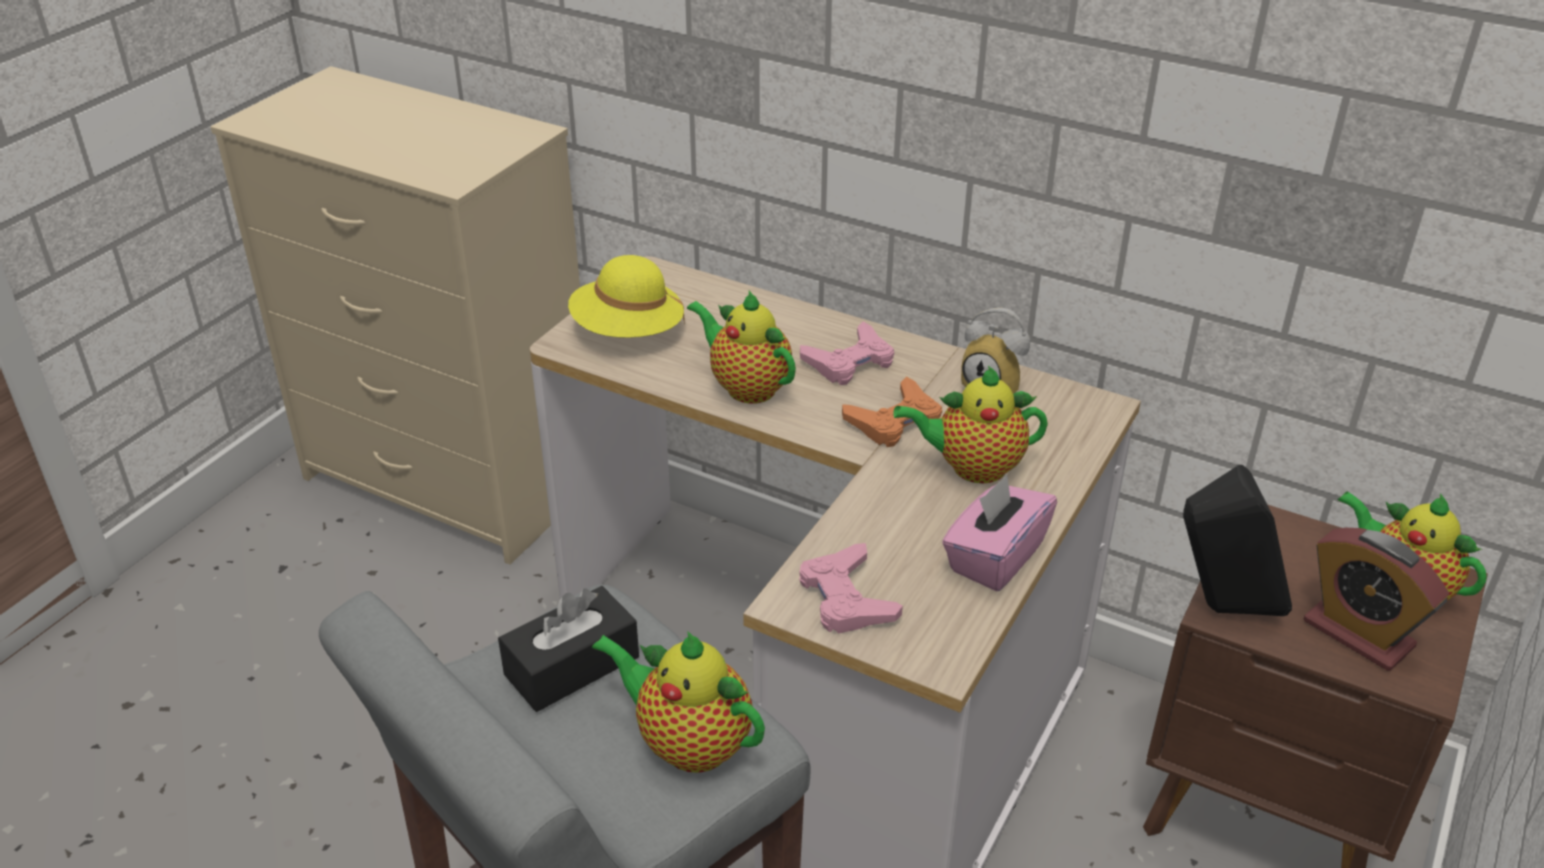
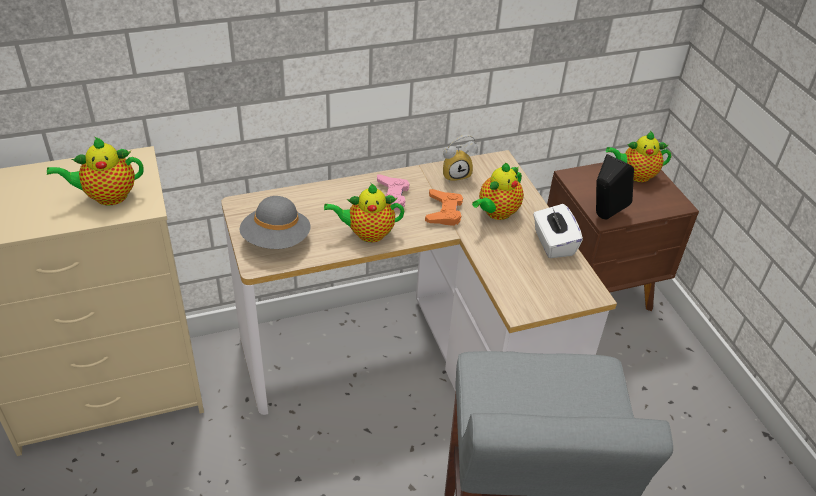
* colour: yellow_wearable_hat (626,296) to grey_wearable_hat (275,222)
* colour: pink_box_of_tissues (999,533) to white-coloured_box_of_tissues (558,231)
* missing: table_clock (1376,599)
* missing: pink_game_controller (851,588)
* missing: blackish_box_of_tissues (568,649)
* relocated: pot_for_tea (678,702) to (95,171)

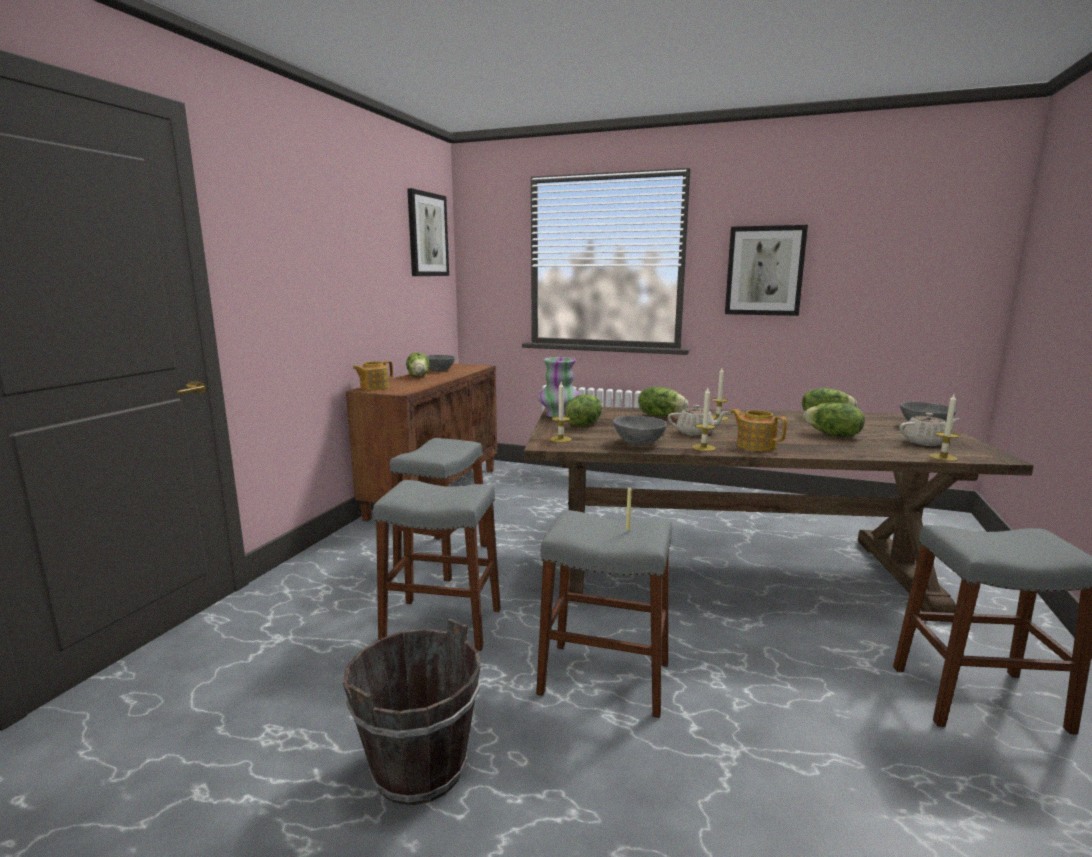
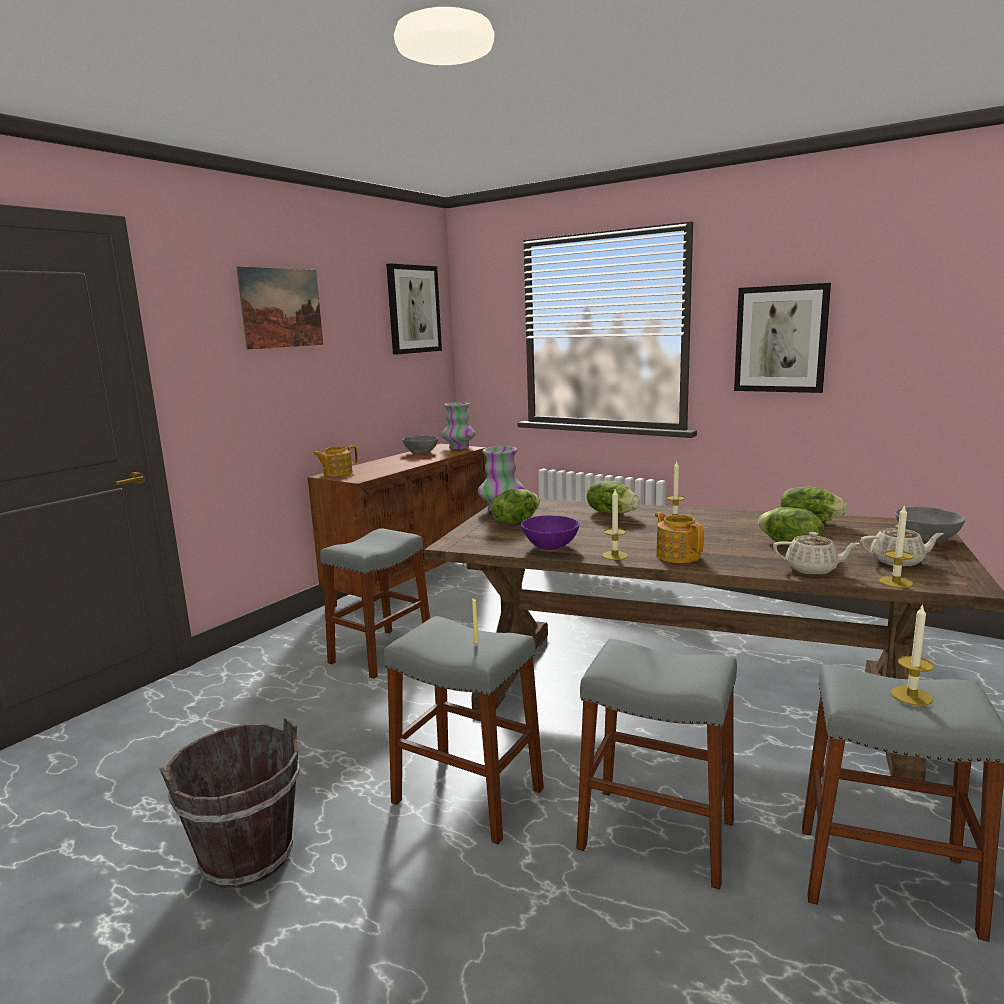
* missing: head_of_lettuce (418,365)
* relocated: candle (561,412) to (912,655)
* relocated: beige-coloured_pot_for_tea (698,420) to (816,553)
* colour: grey_deep_dish (640,431) to purple-coloured_deep_dish (550,532)
* relocated: grey_sitting_stool (437,565) to (656,764)
* appeared: wall_art (279,308)
* appeared: decorative_vase (458,425)

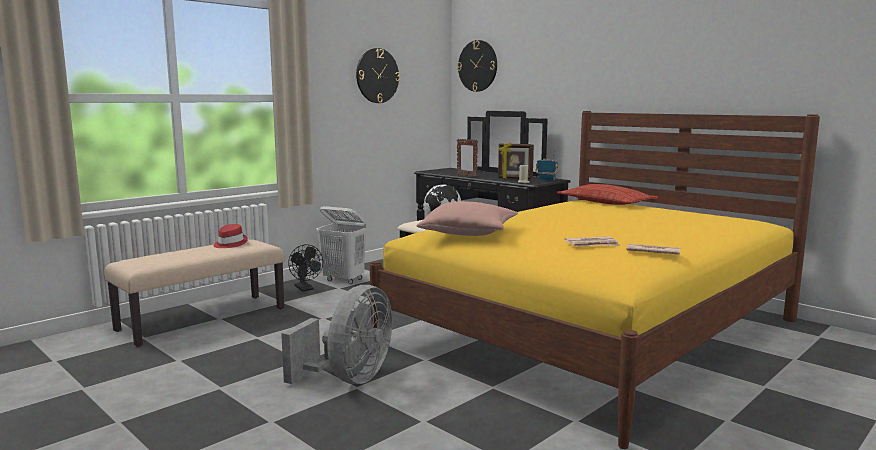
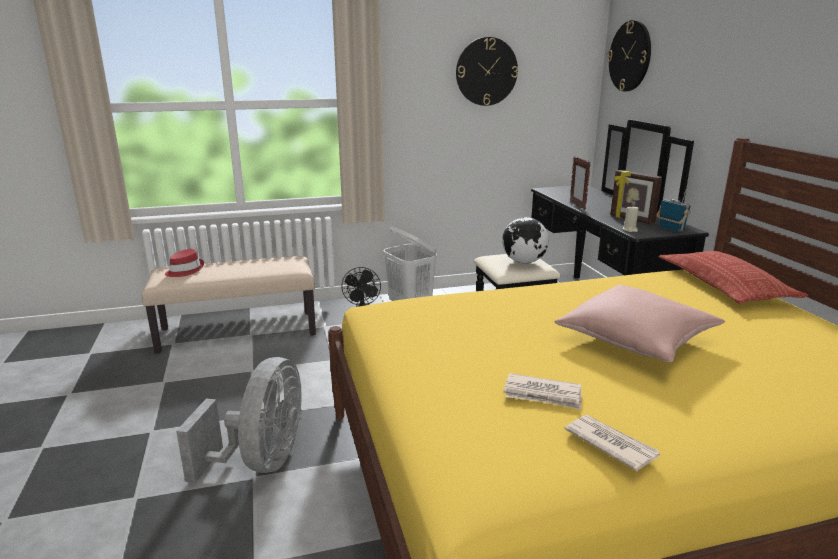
* relocated: pink_cushion (467,218) to (640,324)
* relocated: red-coloured_wearable_hat (231,236) to (184,263)
* spun: grey_cooling_fan (336,334) = (239,420) 45 degrees counterclockwise

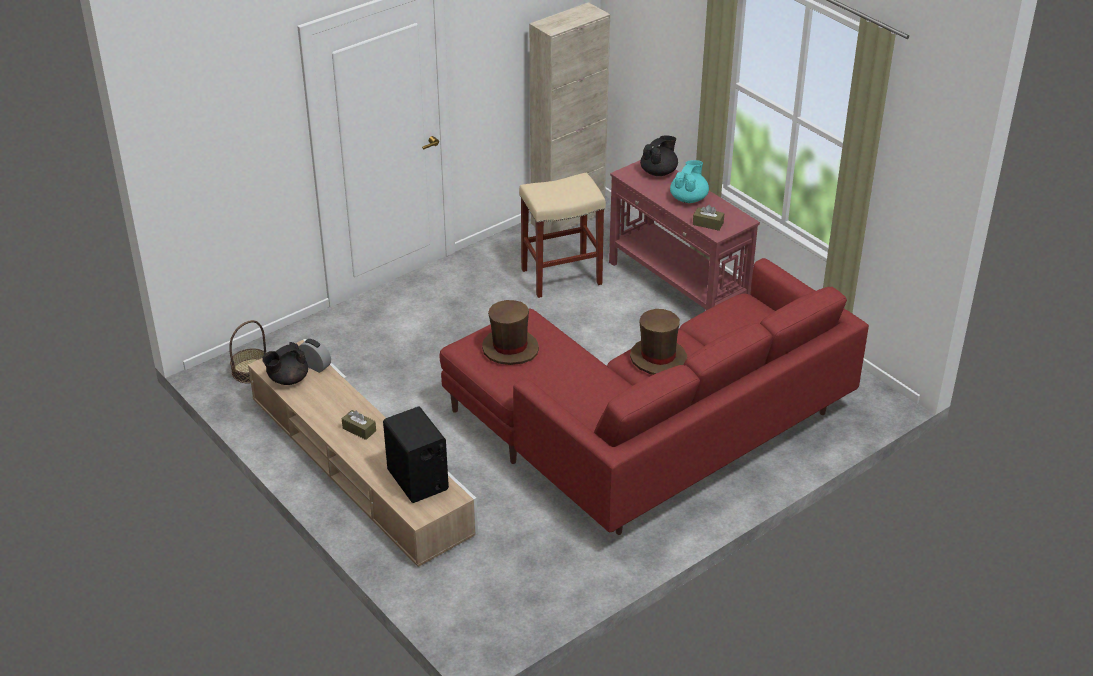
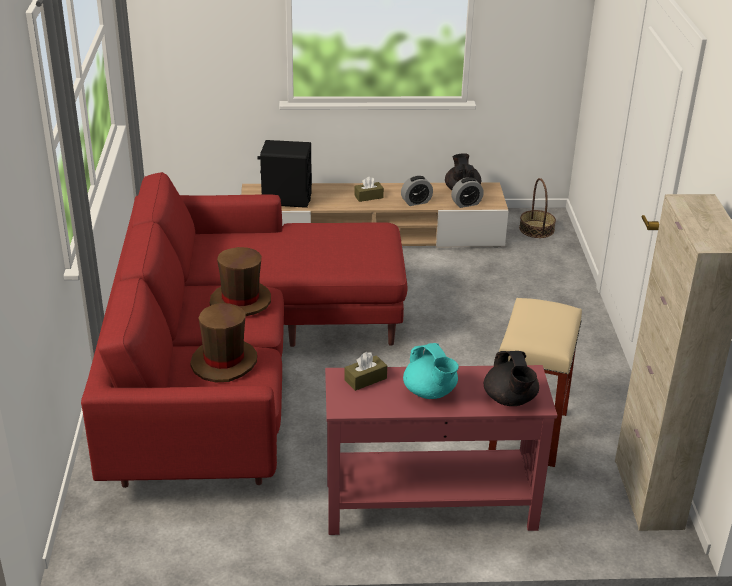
* relocated: brown-coloured_wearable_hat (510,332) to (223,342)
* appeared: table_clock (417,191)

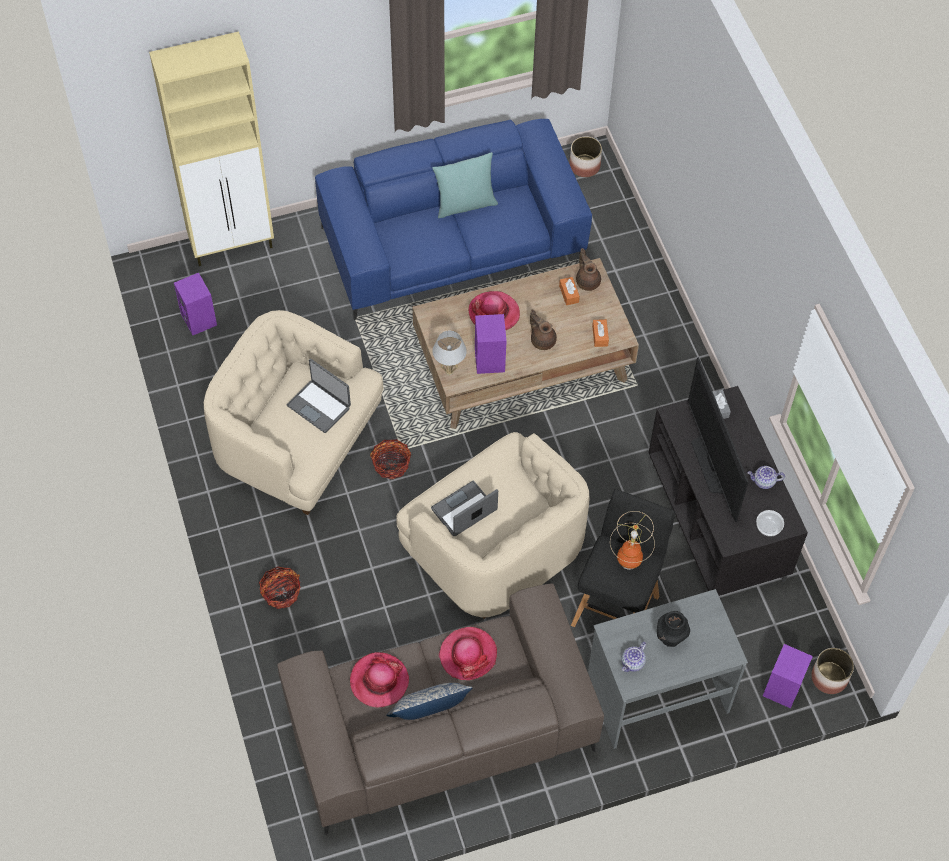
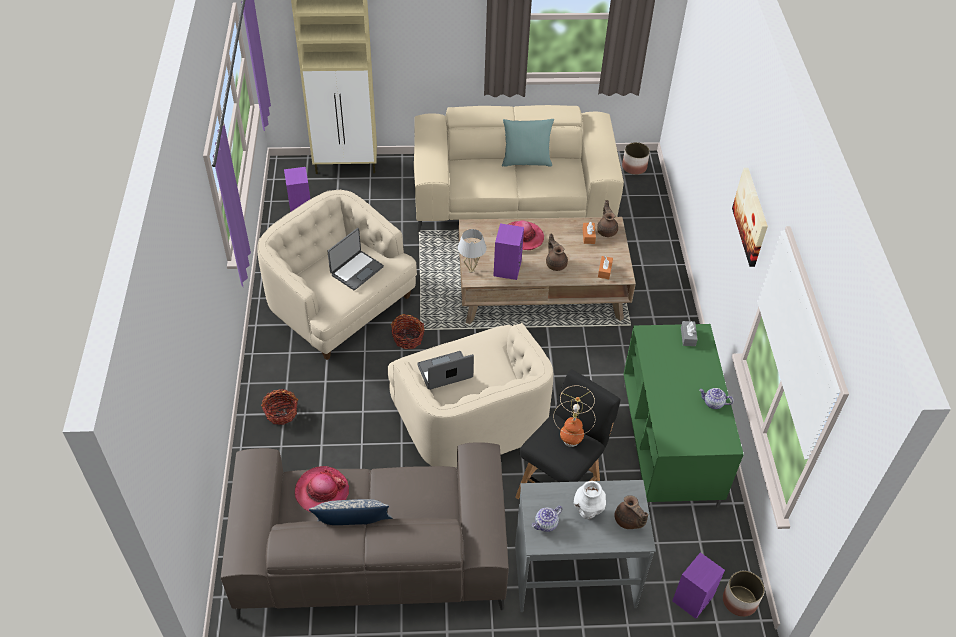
* colour: blue-coloured_settee (453,219) to beige-coloured_settee (519,169)
* missing: TV_set (718,439)
* spun: portable_computer (319,395) = (355,259) 105 degrees counterclockwise
* colour: blackish_media_console (728,491) to greenish_media_console (684,416)
* missing: deep_dish (770,523)
* colour: blackish_decorative_vase (673,629) to white-coloured_decorative_vase (590,500)
* missing: wearable_hat (468,653)
* appeared: wall_art (750,217)
* appeared: brown-coloured_pot_for_tea (632,512)

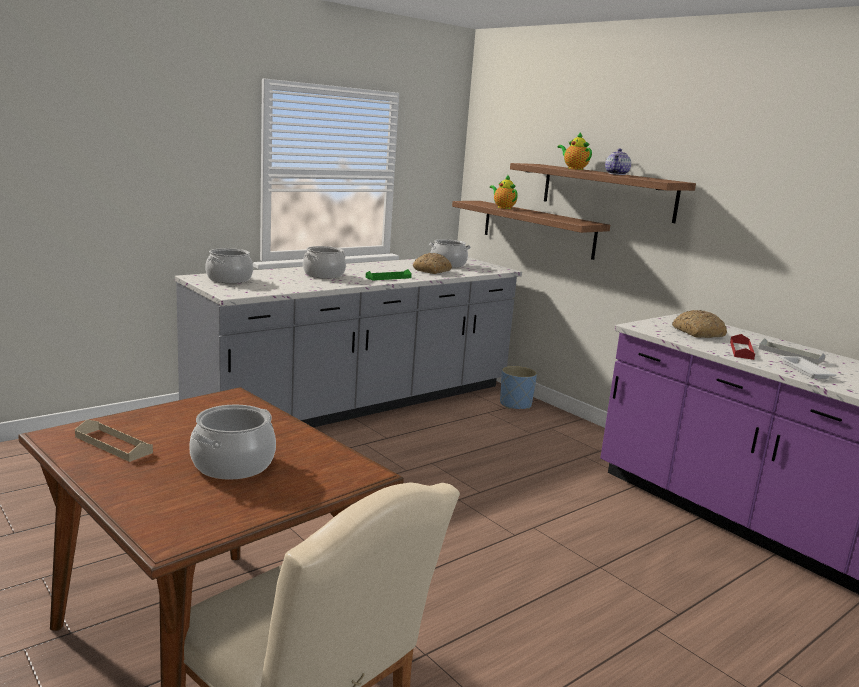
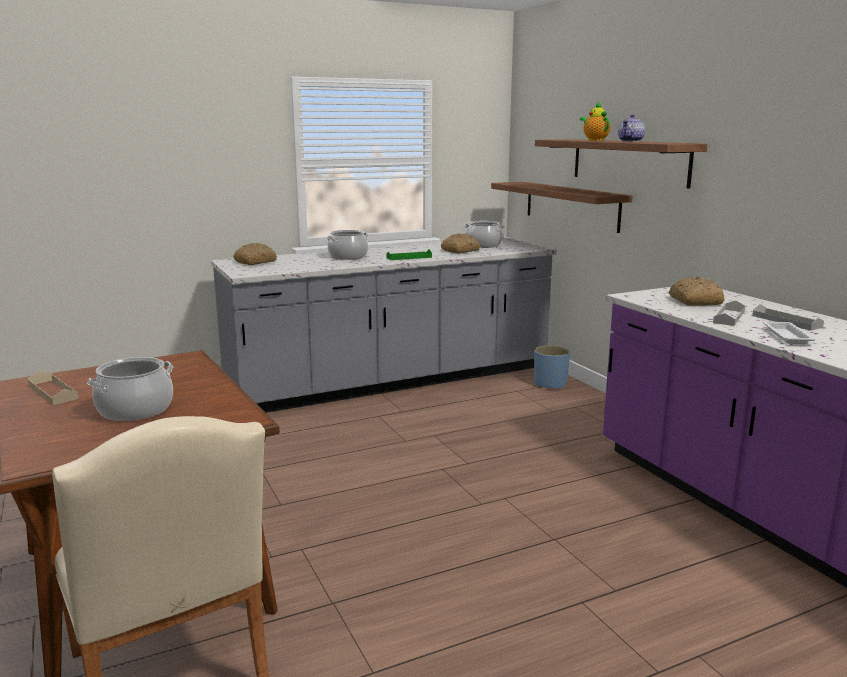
* missing: pot_for_tea (504,191)
* exchanged: saucepot (229,265) to bakery_bread (255,254)
* colour: red-coloured_serving_tray (742,347) to grey_serving_tray (729,313)

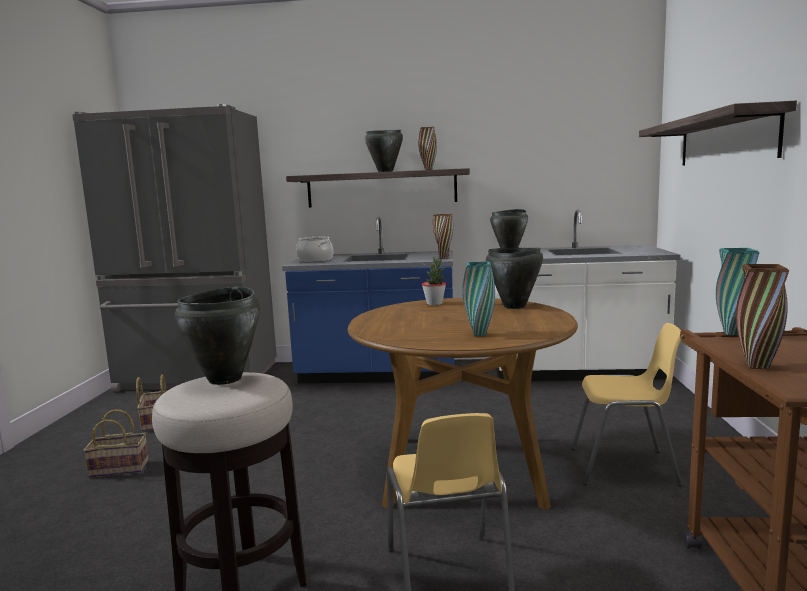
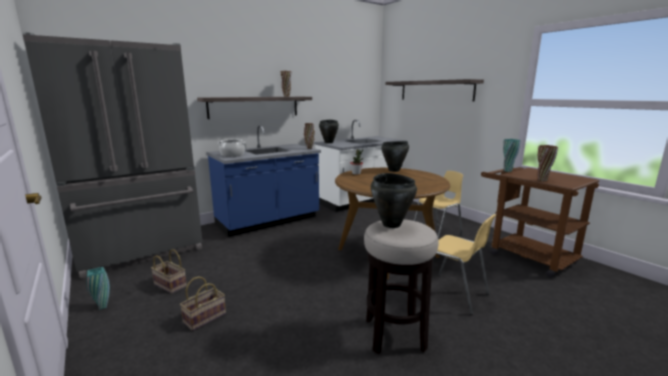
* missing: blackish_saucepot (384,151)
* relocated: blue-green_decorative_vase (478,298) to (98,288)

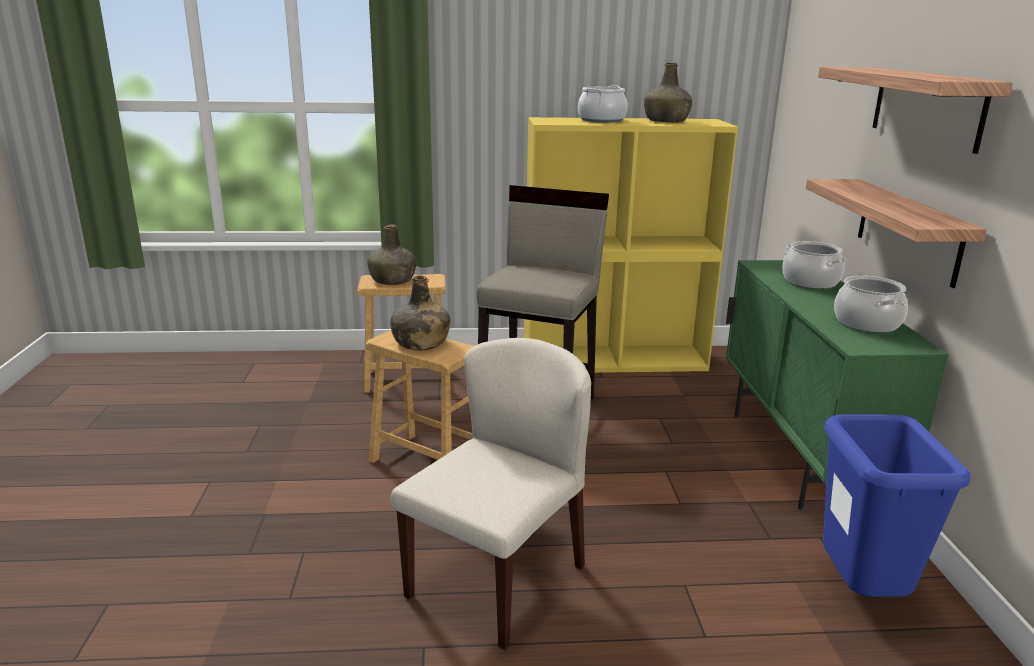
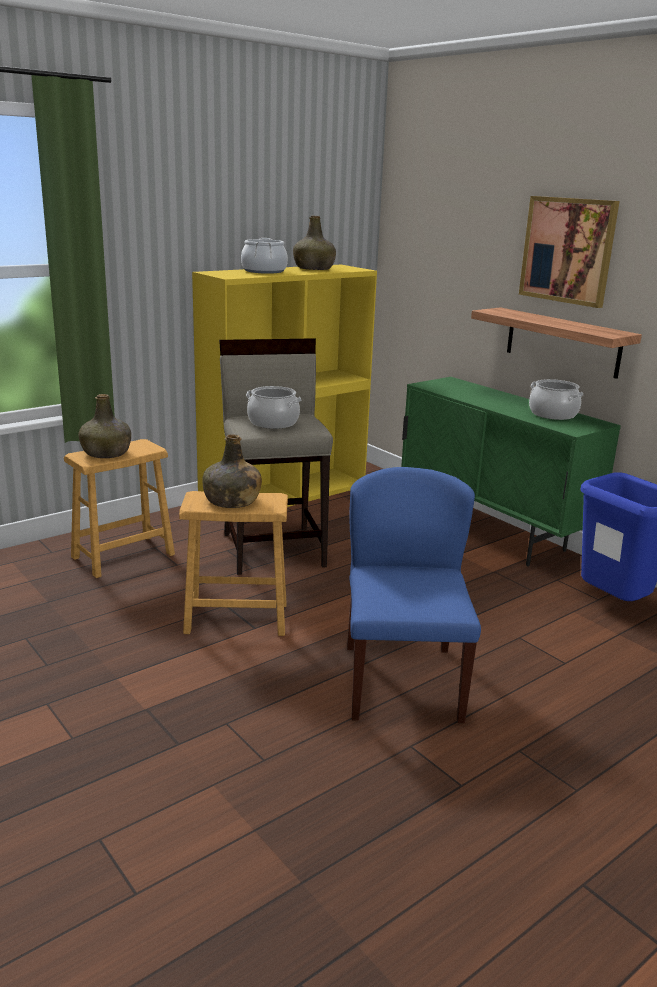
* exchanged: bracket_shelf (915,110) to wall_art (569,252)
* relocated: saucepot (814,265) to (274,407)
* colour: beige-coloured_chair (491,494) to blue-coloured_chair (414,595)

